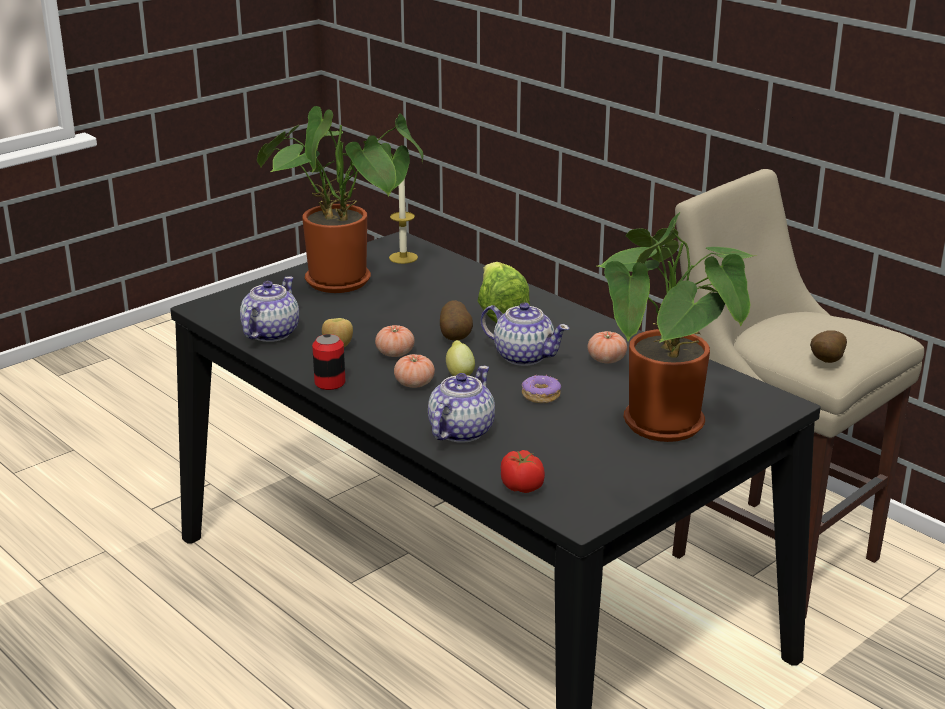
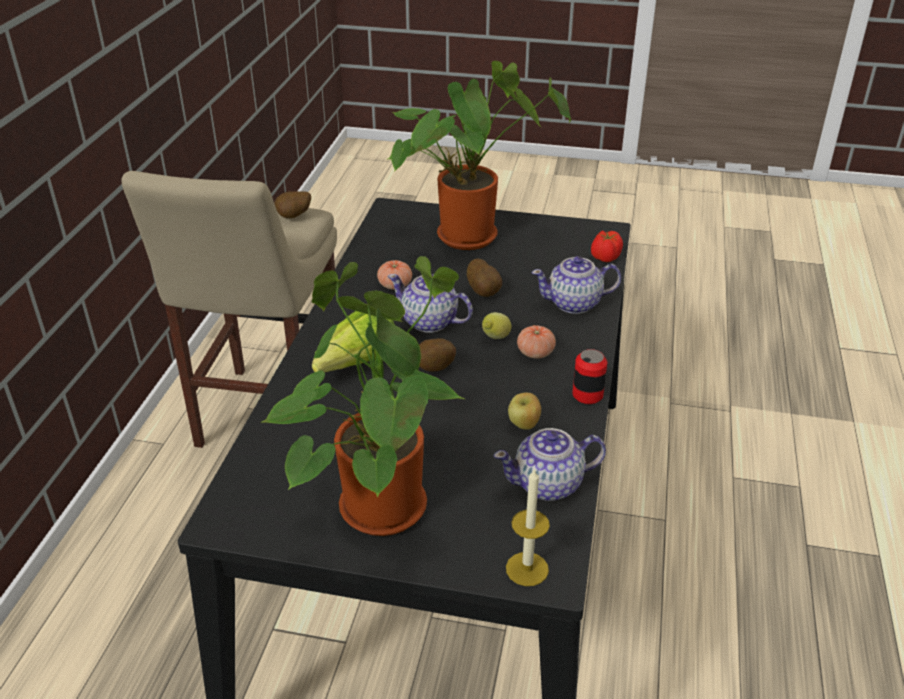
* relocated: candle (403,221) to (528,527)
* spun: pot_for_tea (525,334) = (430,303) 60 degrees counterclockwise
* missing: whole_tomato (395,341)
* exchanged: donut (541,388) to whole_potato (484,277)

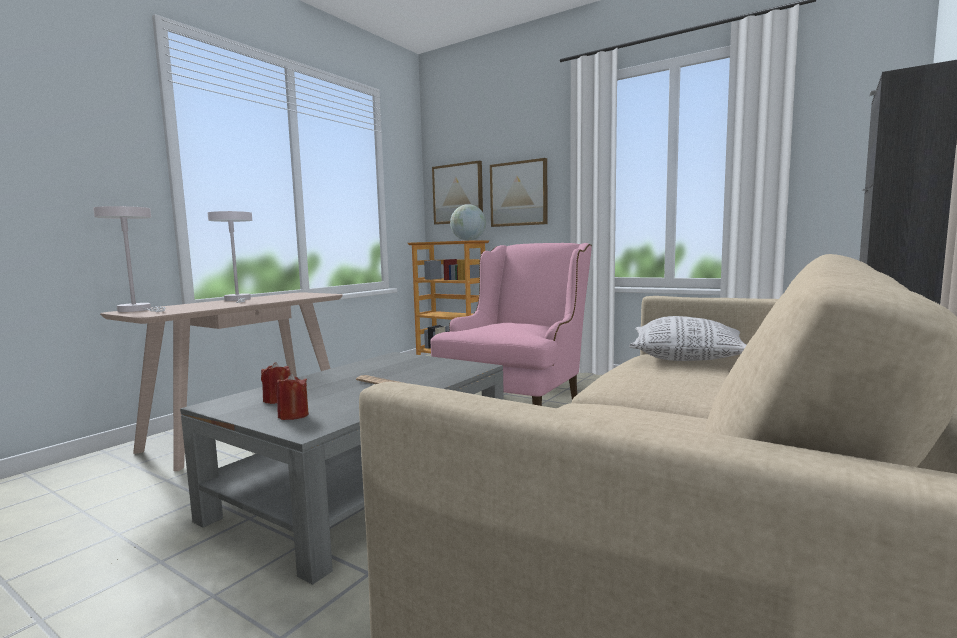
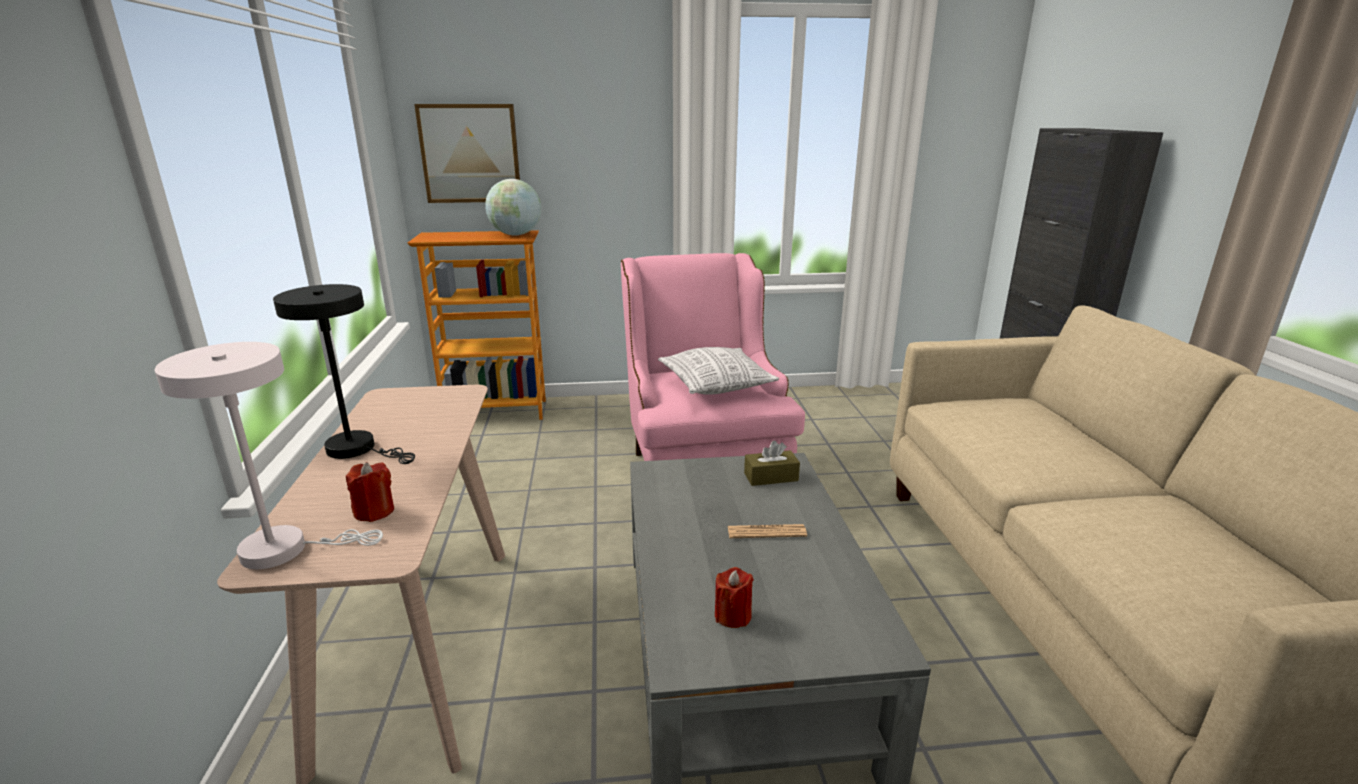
* missing: wall_art (519,192)
* colour: white-coloured_tabletop_lamp (230,257) to blackish_tabletop_lamp (344,374)
* relocated: cushion (687,338) to (718,371)
* relocated: red-coloured_candle (292,397) to (370,492)
* appeared: brown-coloured_box_of_tissues (772,463)

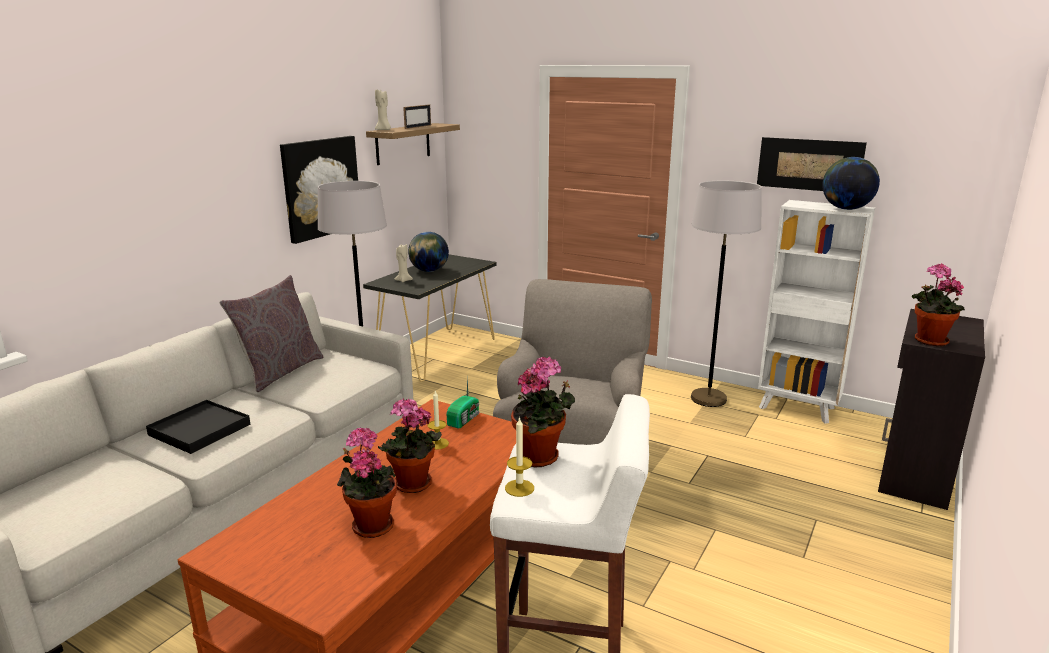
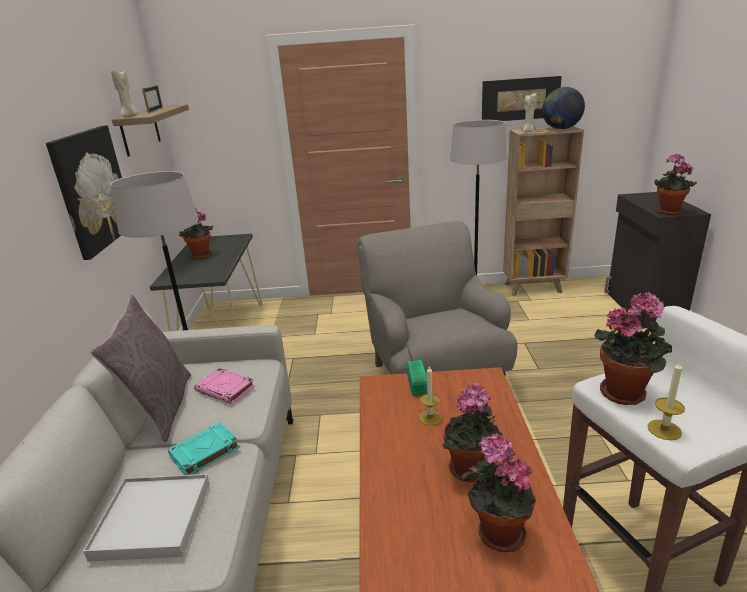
* colour: white-coloured_bookshelf (816,312) to brown-coloured_bookshelf (543,211)
* exchanged: world_globe (428,252) to houseplant (196,233)
* relocated: beige-coloured_candle (403,263) to (529,112)
* colour: blackish_serving_tray (198,427) to white-coloured_serving_tray (146,517)
* appeared: pink_bound_book (224,386)
* appeared: blue-green_bound_book (204,448)

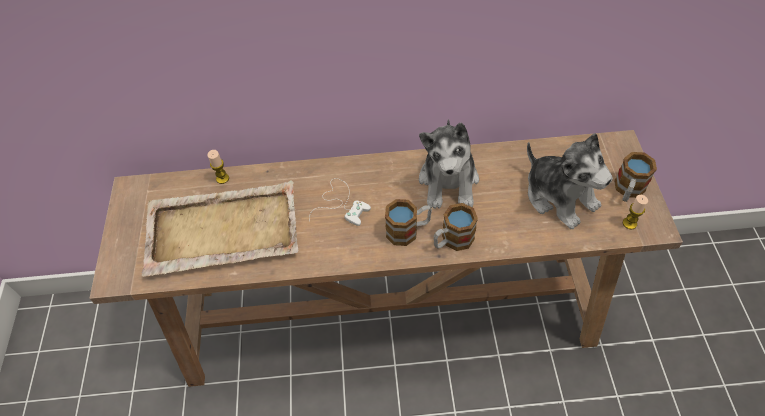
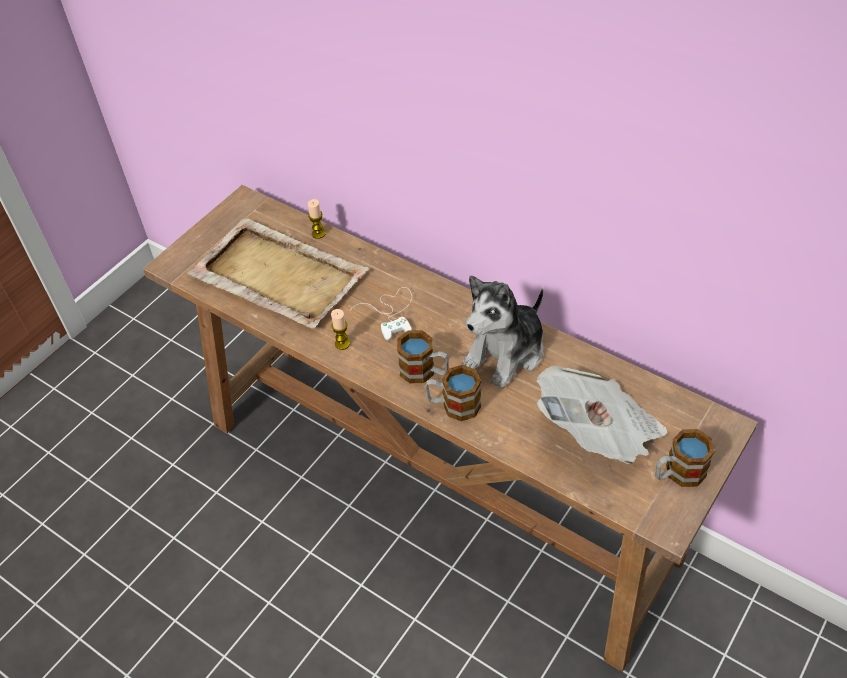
* exchanged: plush_toy (570,181) to newspaper (601,414)
* relocated: candle (635,212) to (340,329)

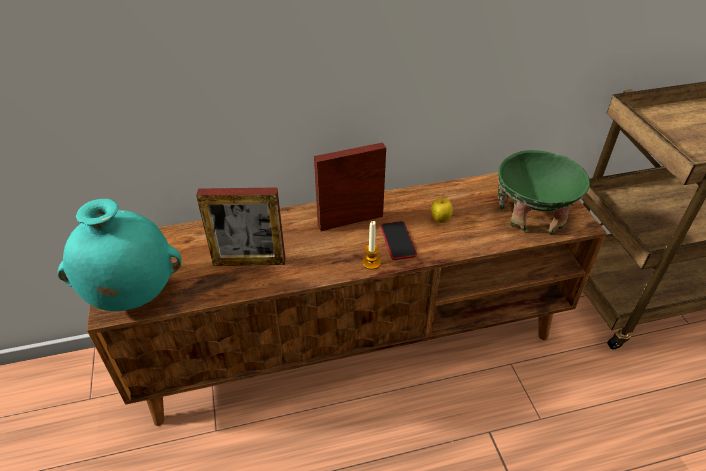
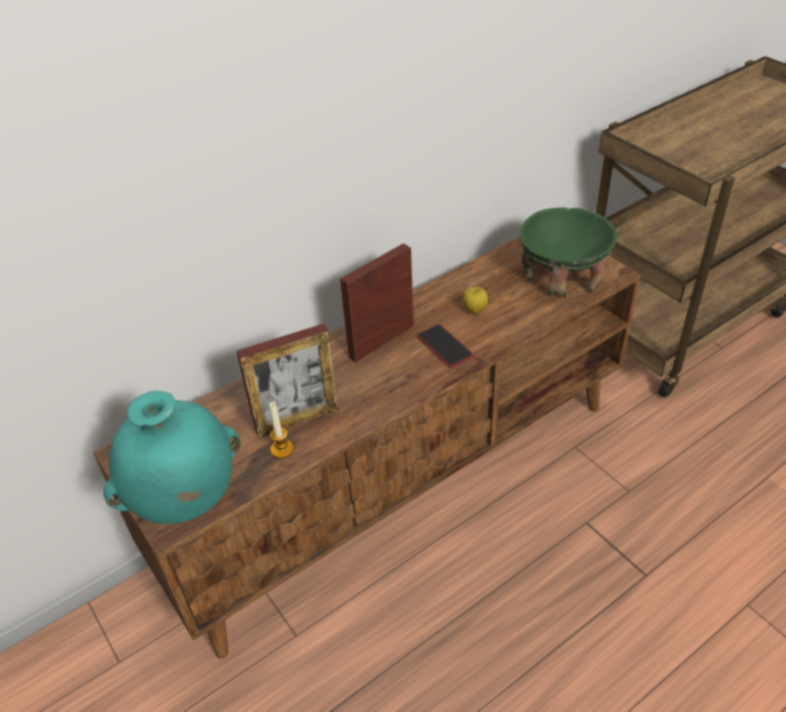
* relocated: candle (371,245) to (281,429)

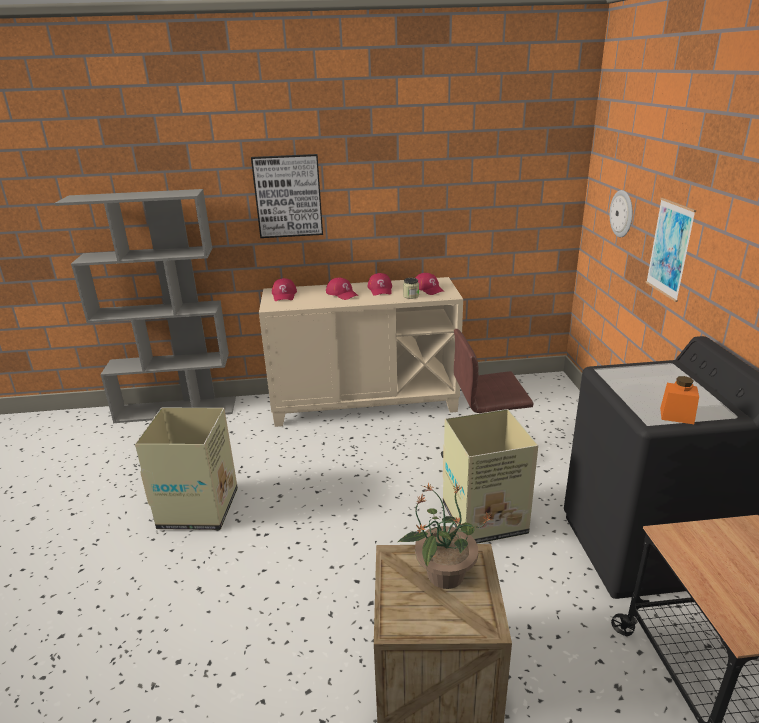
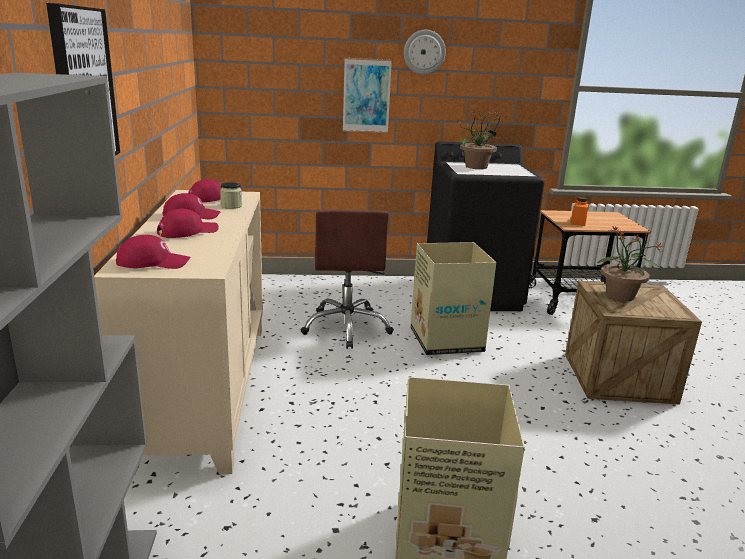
* relocated: hanging_clock (621,213) to (425,52)
* relocated: orange_jar (679,400) to (579,211)
* appeared: houseplant (481,140)

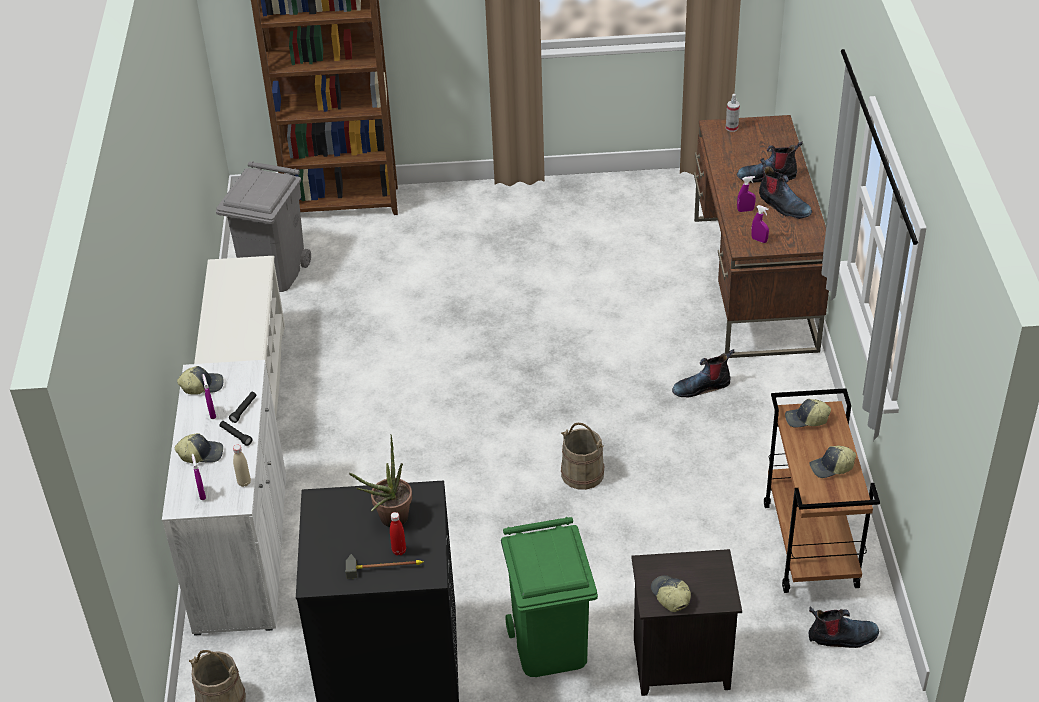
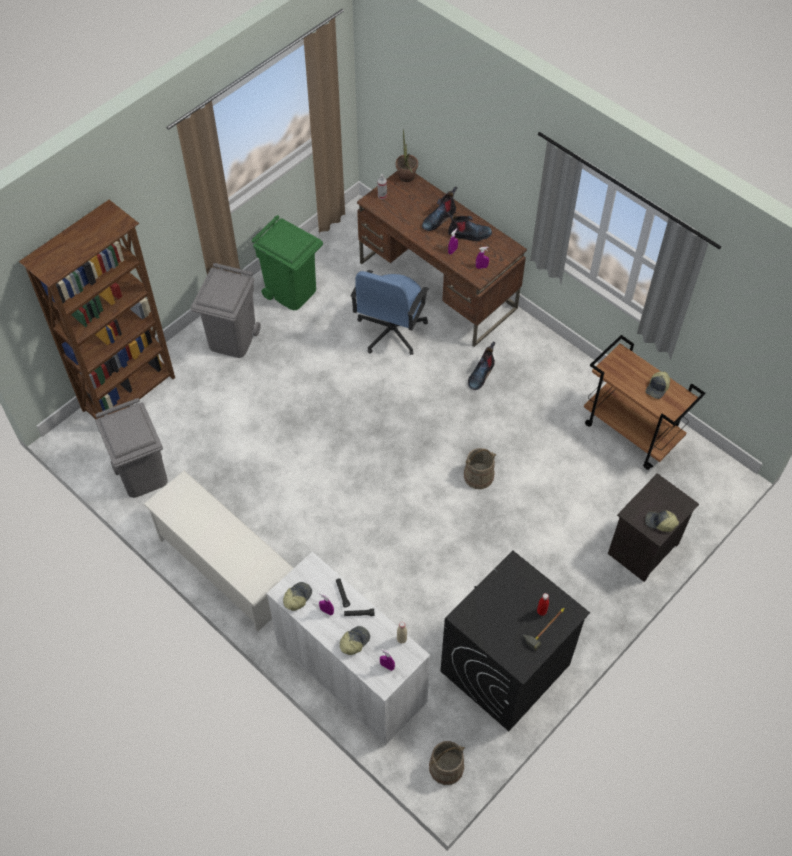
* missing: cap (808,413)
* relocated: houseplant (380,480) to (407,155)
* relocated: greenish_trash_can (549,597) to (287,262)
* missing: boot (844,627)
* appeared: grey_trash_can (226,310)
* appeared: blue-coloured_computer_chair (389,312)

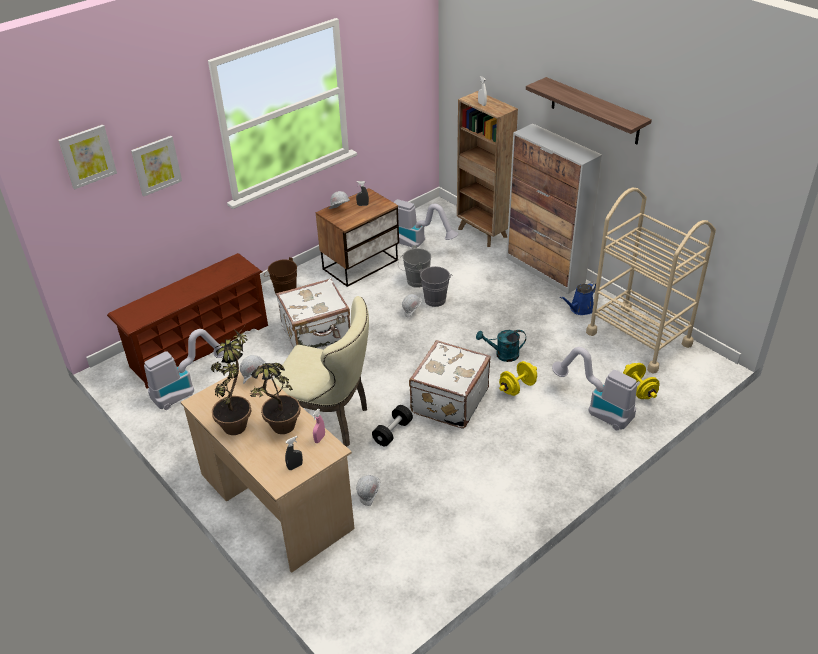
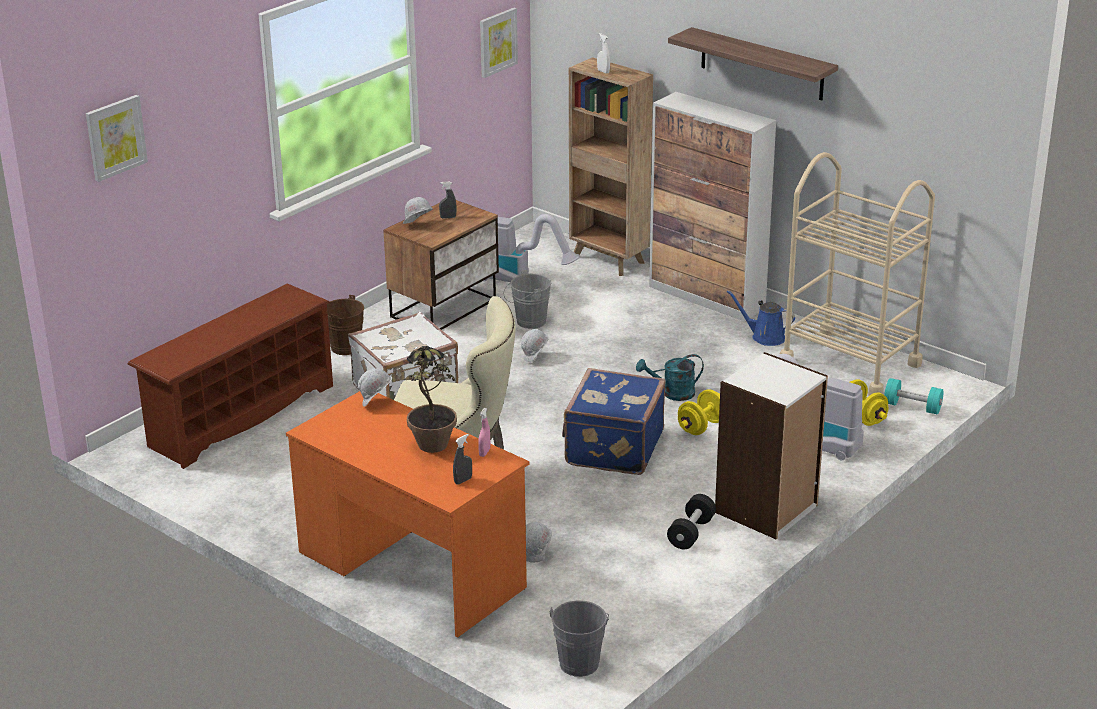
* relocated: wall_art (156,166) to (499,43)
* relocated: grey_pail (435,286) to (579,638)
* spun: blue-coloured_watering_can (578,298) = (760,318) 75 degrees clockwise
* missing: houseplant (231,379)
* missing: hoover (184,369)
* colour: white-coloured_piece_of_luggage (450,384) to blue-coloured_piece_of_luggage (614,421)
* colour: beige-coloured_desk_table (268,471) to orange_desk_table (407,514)
* relocated: blackish_dumbbell (392,425) to (691,521)
* appeared: white-coloured_bookshelf (771,445)
* appeared: blue-green_dumbbell (914,396)

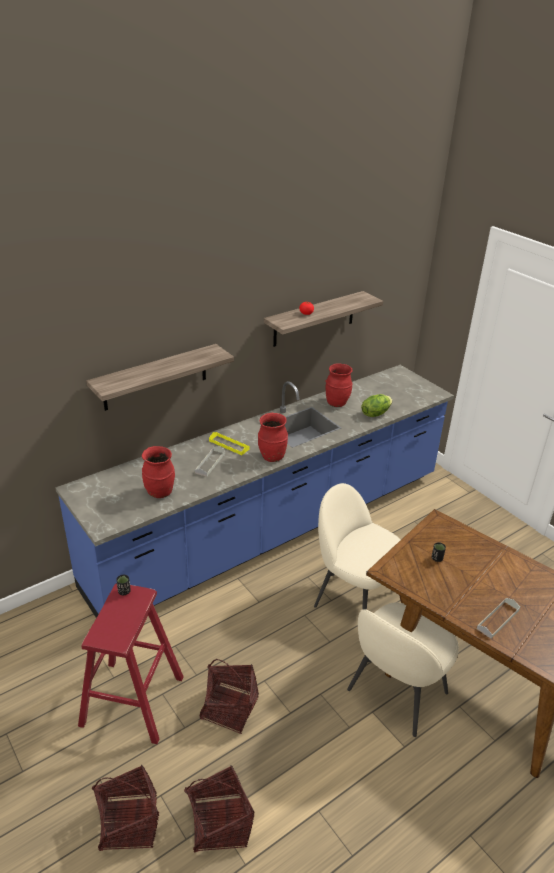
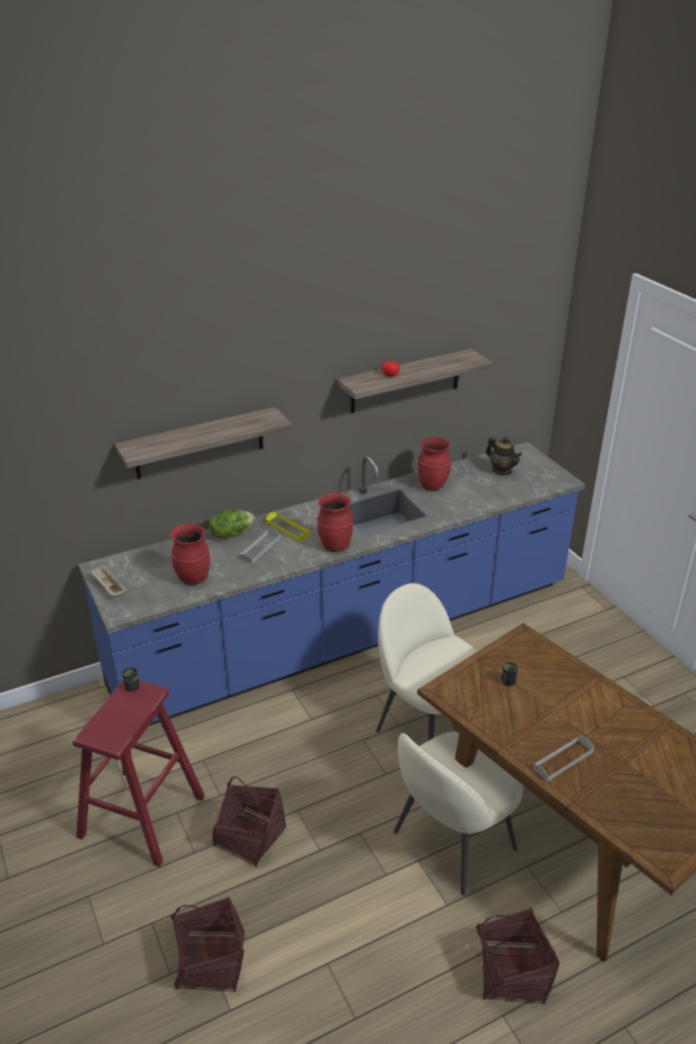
* relocated: head_of_lettuce (376,405) to (232,524)
* relocated: storage_basket (125,808) to (518,956)
* appeared: pot_for_tea (504,455)
* appeared: beige-coloured_serving_tray (108,580)

